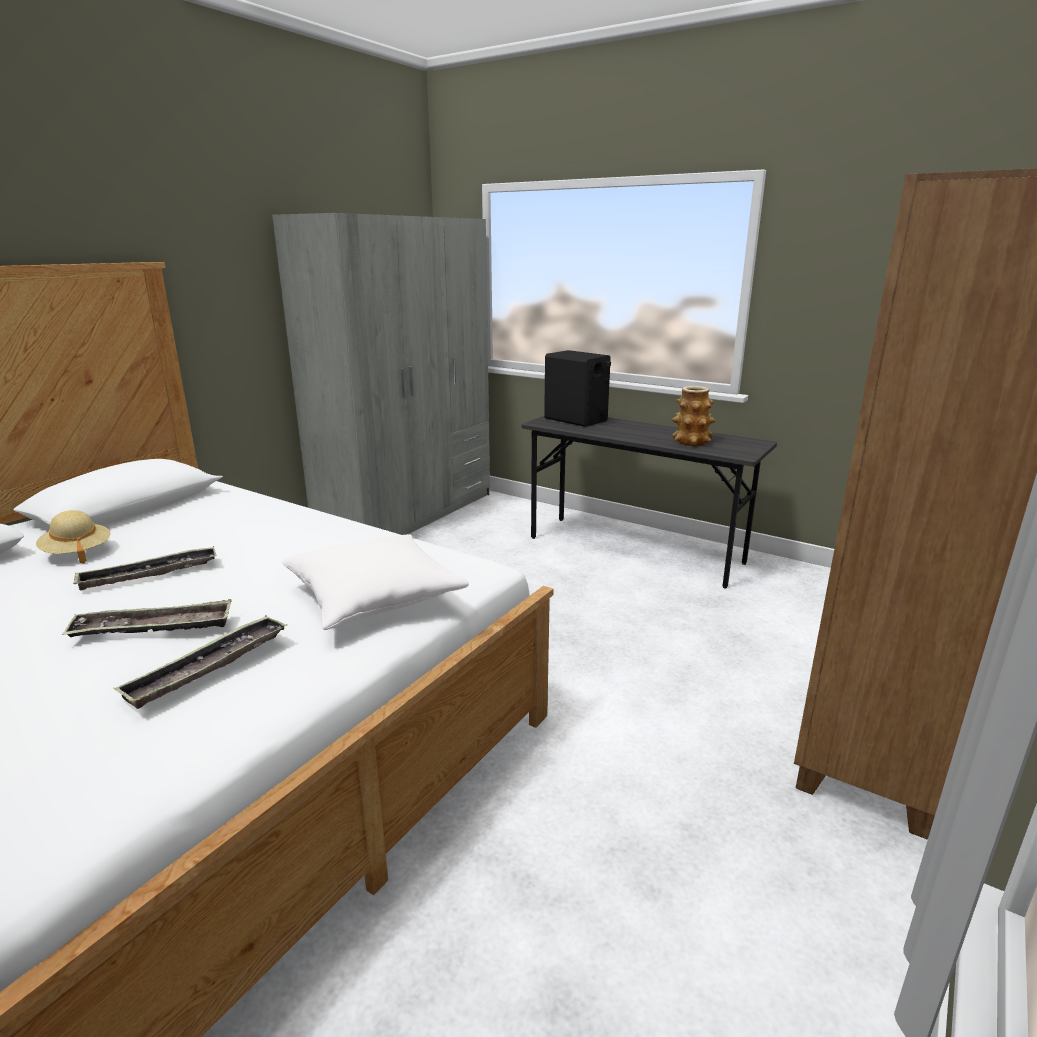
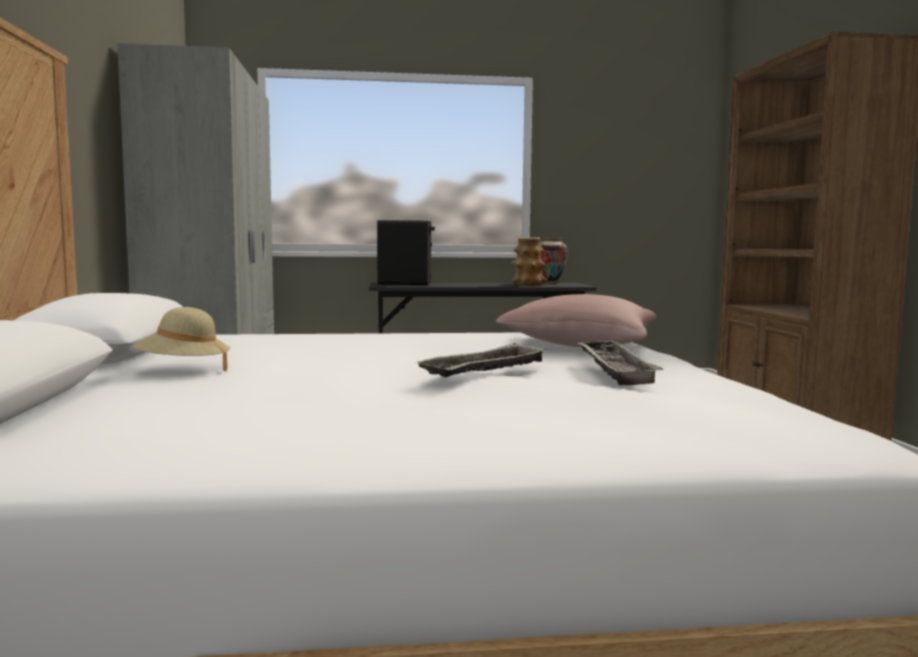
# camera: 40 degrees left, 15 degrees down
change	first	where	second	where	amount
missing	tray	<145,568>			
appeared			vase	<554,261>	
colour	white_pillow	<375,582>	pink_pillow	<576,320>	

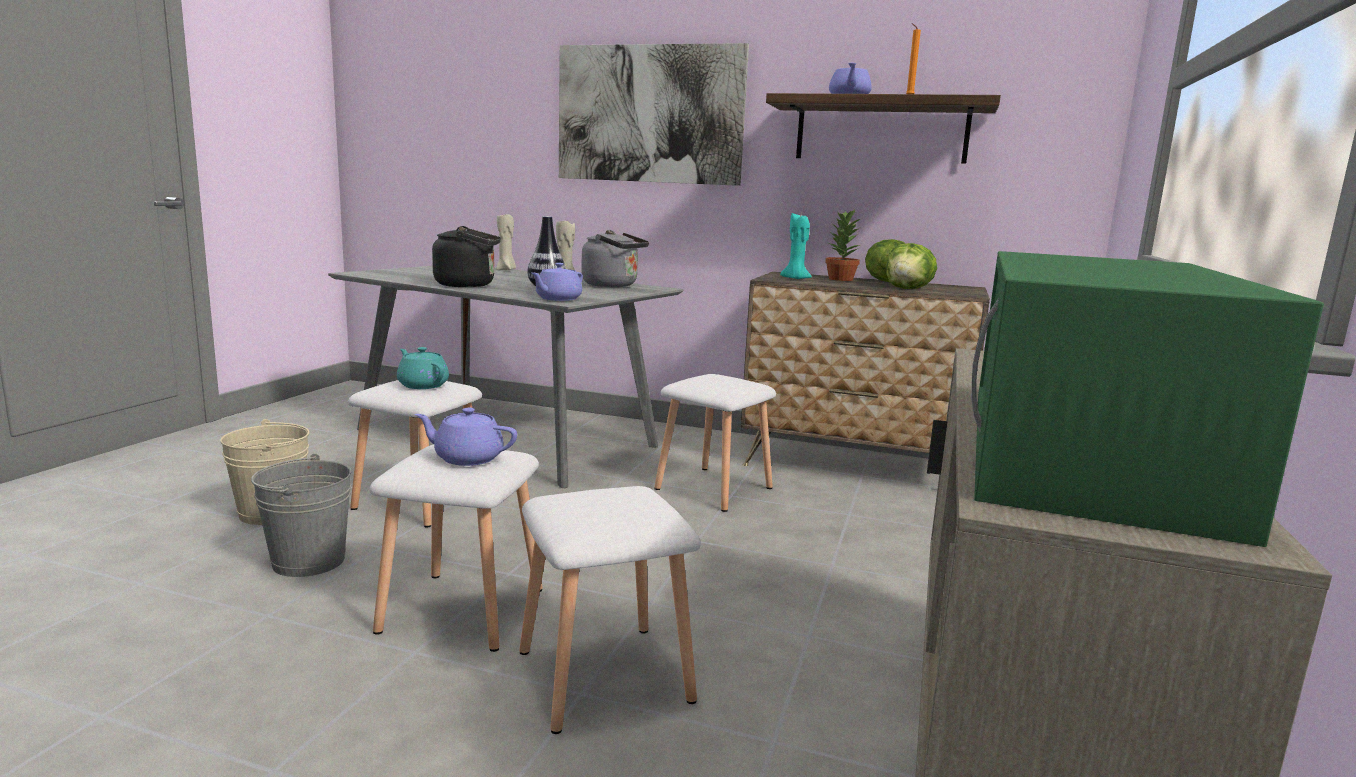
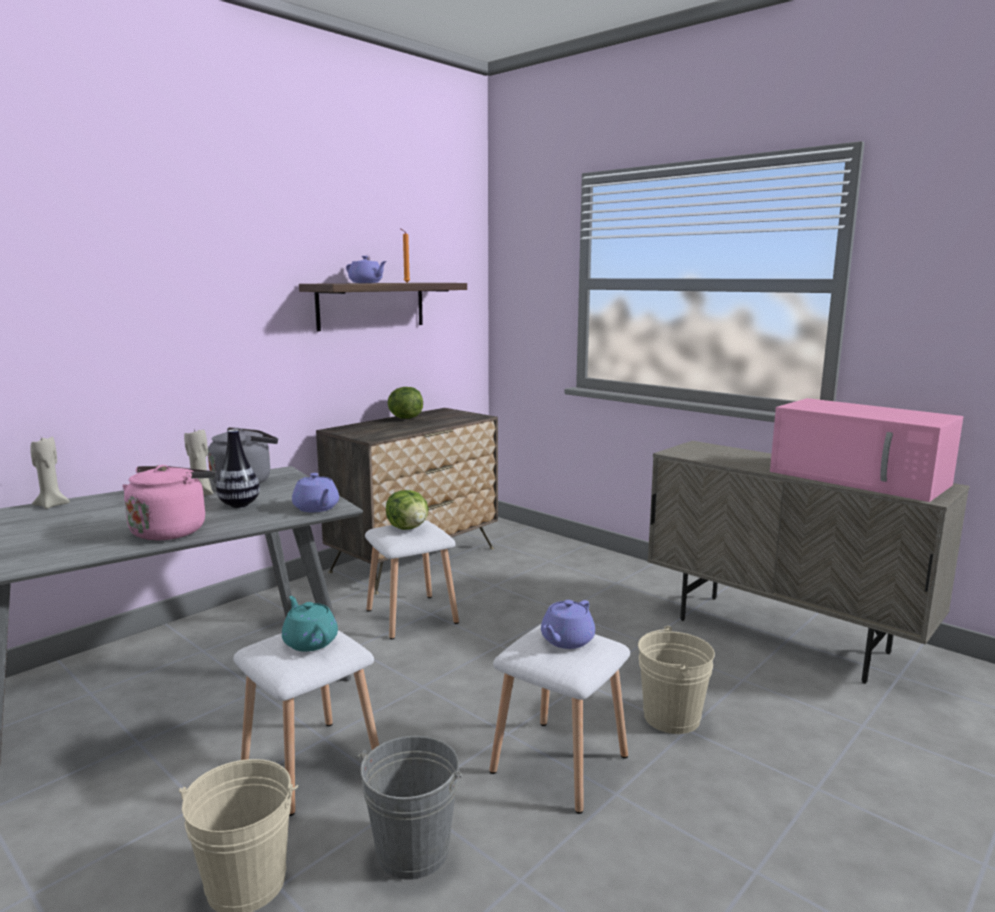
# camera: 65 degrees left, 0 degrees up
change	first	where	second	where	amount
missing	picture	<654,114>			
missing	turquoise_candle	<796,246>			
missing	potted_plant	<843,245>			
relocated	lettuce	<911,266>		<407,510>	
exchanged	white_stool	<610,610>	beige_bucket	<676,680>	
colour	black_kettle	<466,256>	pink_kettle	<169,503>	
colour	green_microwave	<1147,399>	pink_microwave	<866,450>	
spun	turquoise_teapot	<423,368>		<310,623>	75 degrees clockwise

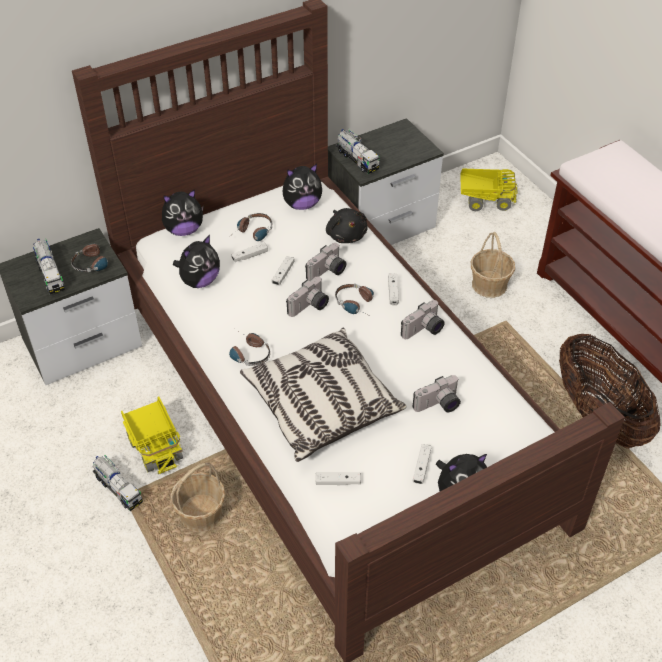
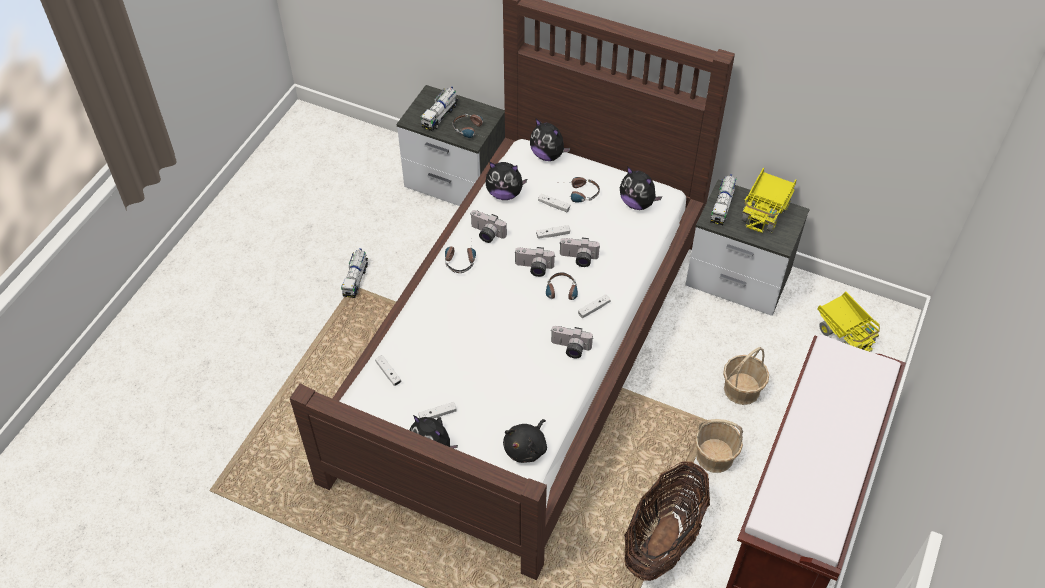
# camera: 55 degrees right, 5 degrees up
change	first	where	second	where	amount
missing	pillow	<323,395>			
relocated	toy_truck	<152,436>		<769,200>	
relocated	basket	<197,497>		<719,446>	
relocated	black_plush_toy	<346,225>		<525,441>	
relocated	photo_camera	<437,393>		<488,226>	

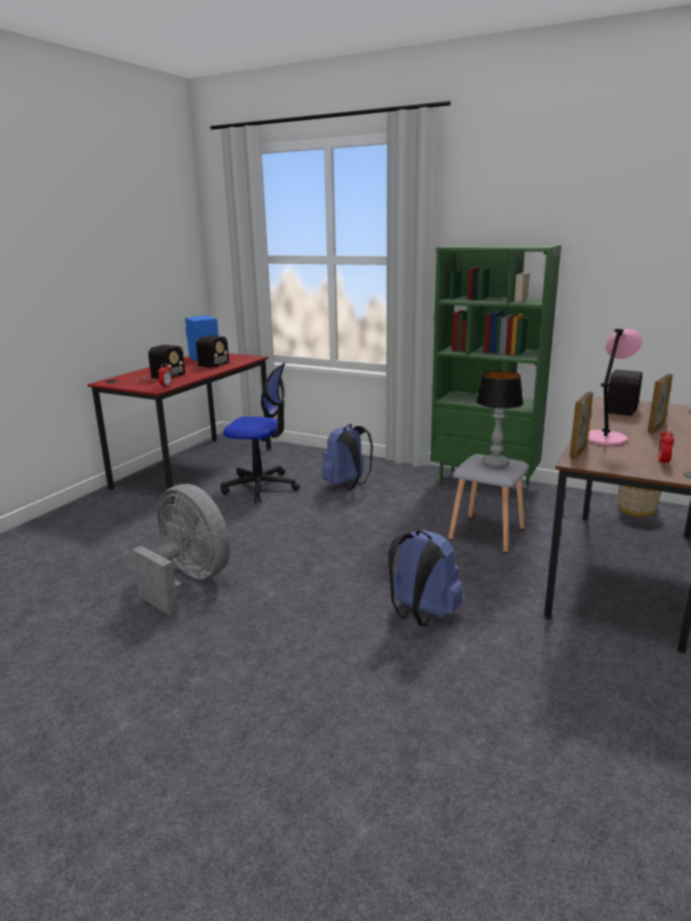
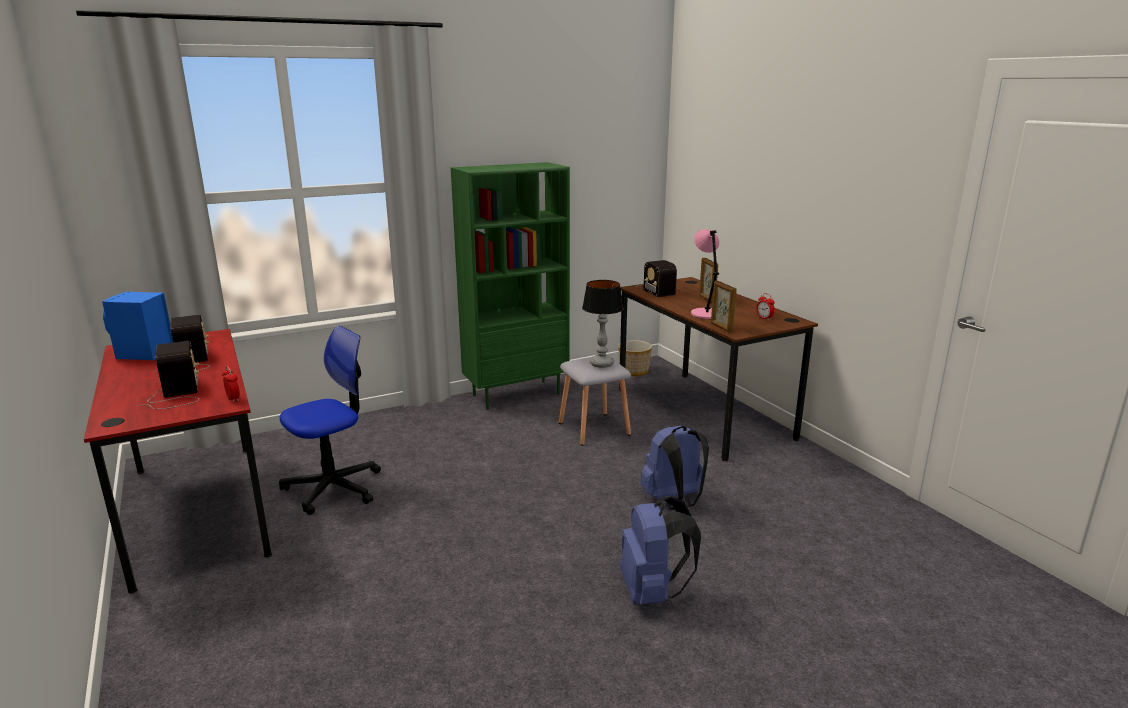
# camera: 55 degrees left, 0 degrees up
change	first	where	second	where	amount
missing	grey_fan	<181,550>			
relocated	blue_backpack	<347,457>		<660,550>	

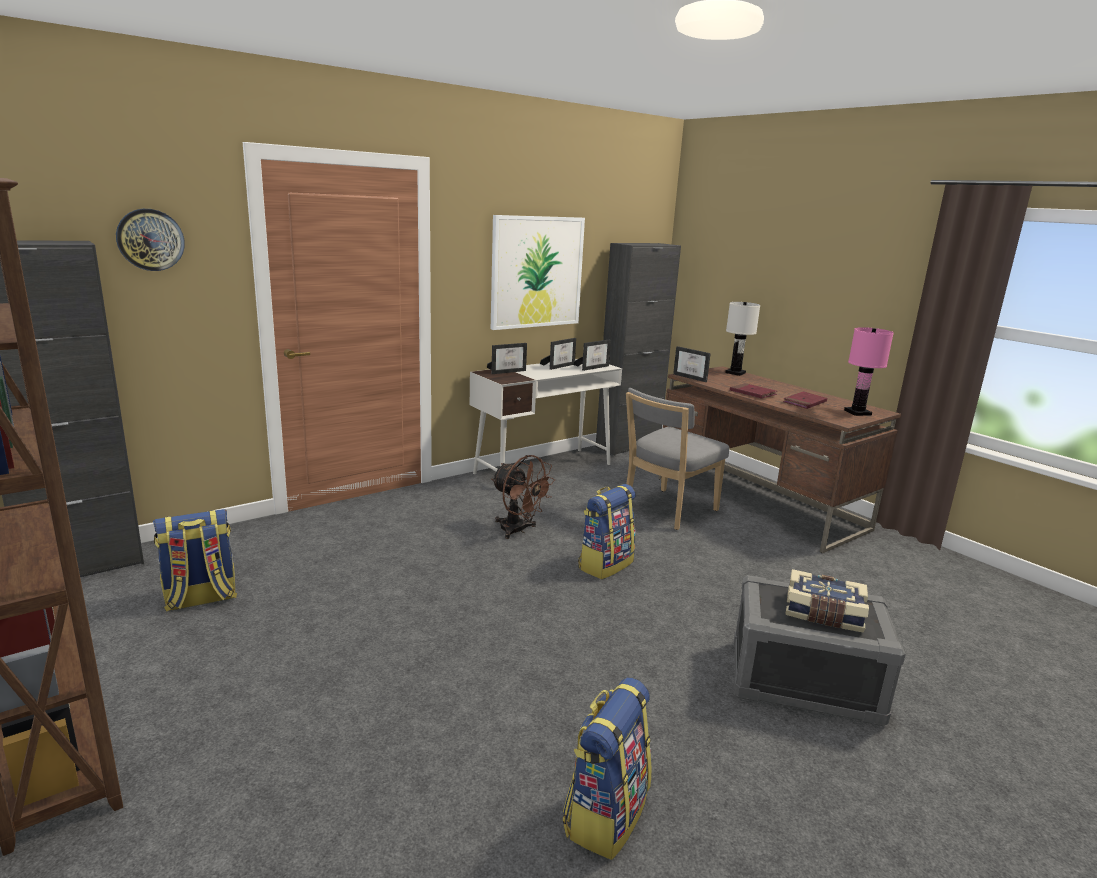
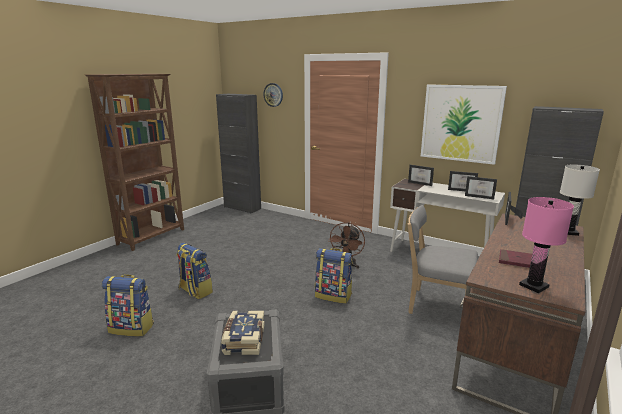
# camera: 70 degrees right, 0 degrees up
change	first	where	second	where	amount
missing	red_book	<753,390>			
relocated	backpack	<195,560>		<195,270>	

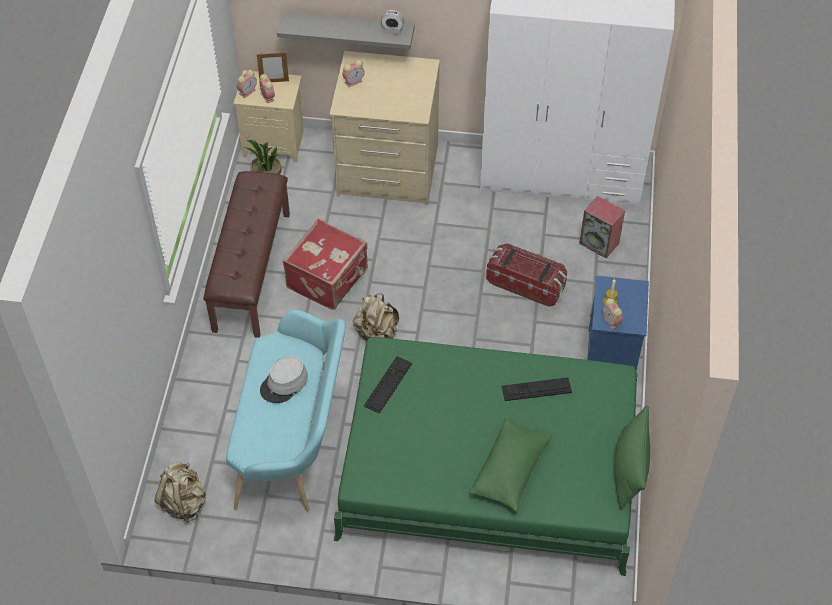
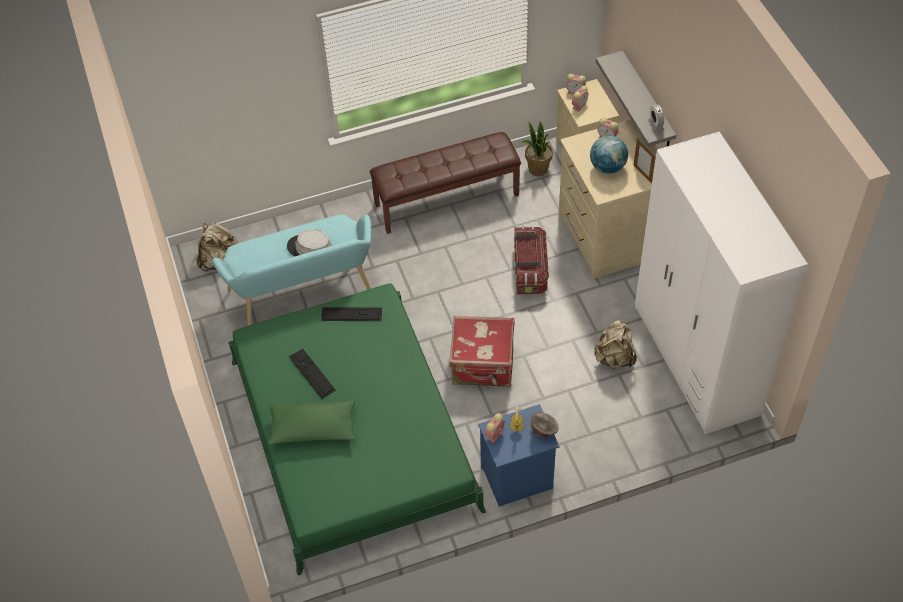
# camera: 65 degrees right, 0 degrees up
change	first	where	second	where	amount
missing	speaker	<602,227>			
missing	green_pillow	<632,457>			
appeared			grey_bowl	<545,425>	
appeared			globe	<609,155>	
relocated	picture_frame	<273,67>		<645,161>	
relocated	red_suitcase	<325,264>		<481,351>	
relocated	beige_backpack	<376,317>		<615,344>	
relocated	storage_box	<526,275>		<531,260>	
relocated	keyboard	<537,389>		<312,373>	

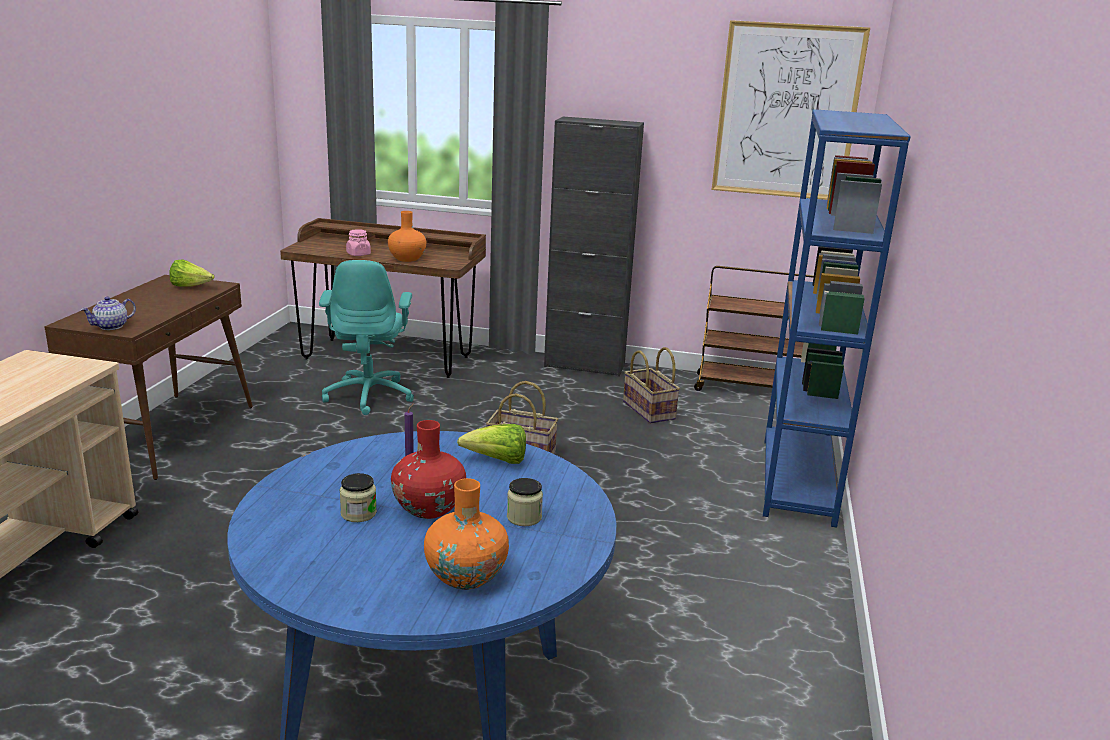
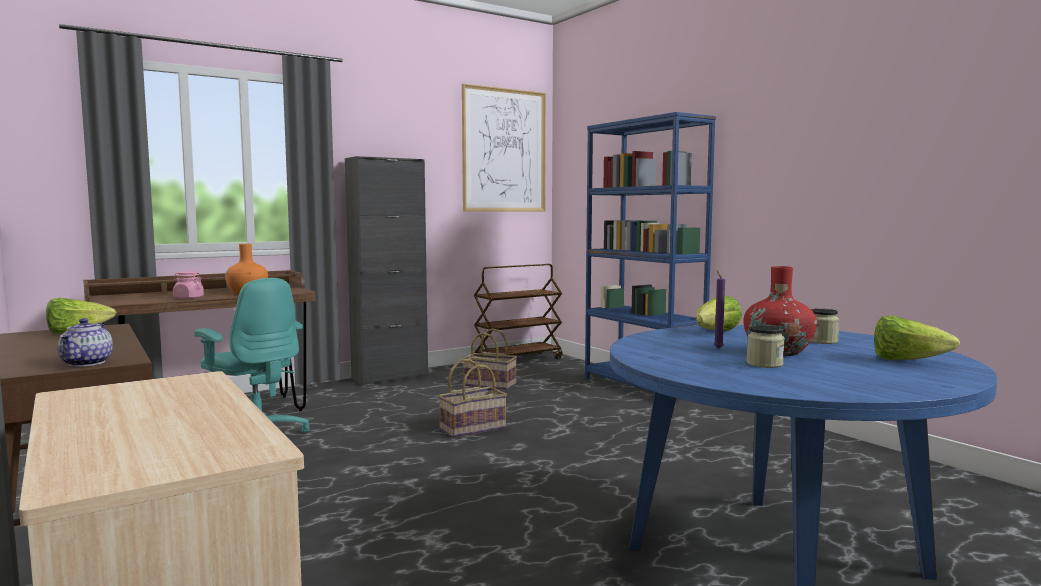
# camera: 45 degrees left, 15 degrees down
change	first	where	second	where	amount
exchanged	orange_vase	<466,534>	lettuce	<917,338>	

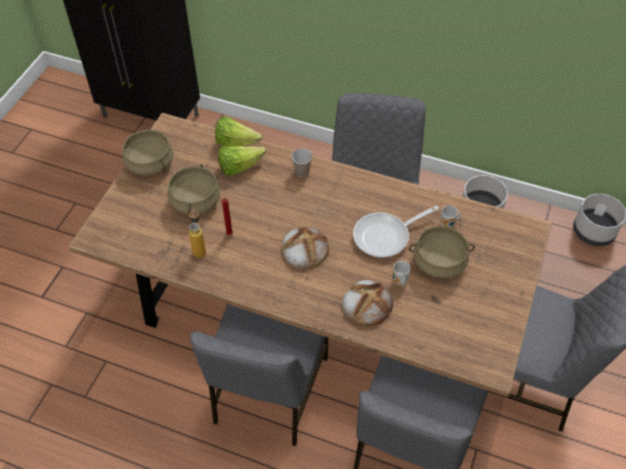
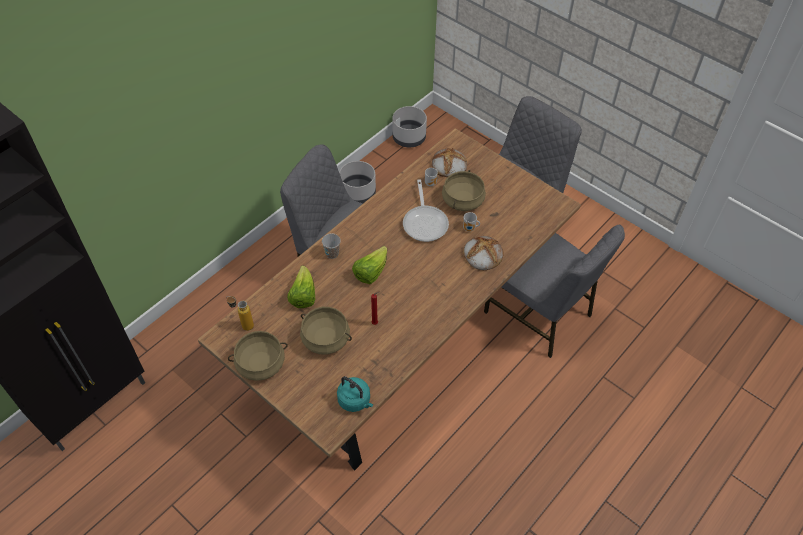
# camera: 70 degrees left, 0 degrees up
change	first	where	second	where	amount
missing	grey_chair	<259,375>			
appeared			turquoise_kettle	<355,394>	
relocated	bottle	<197,233>		<240,313>	
relocated	lettuce	<239,132>		<369,265>	
relocated	bread	<305,247>		<449,162>	

